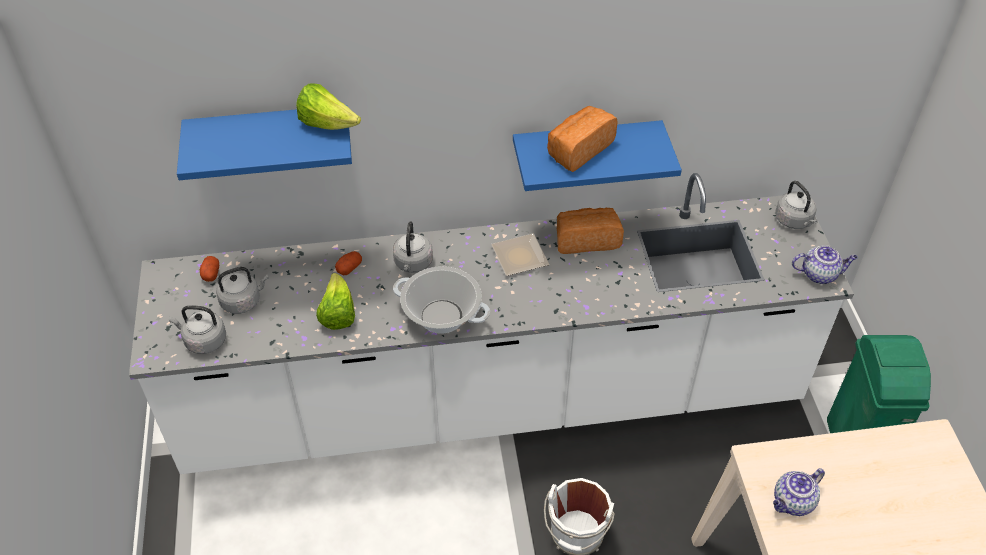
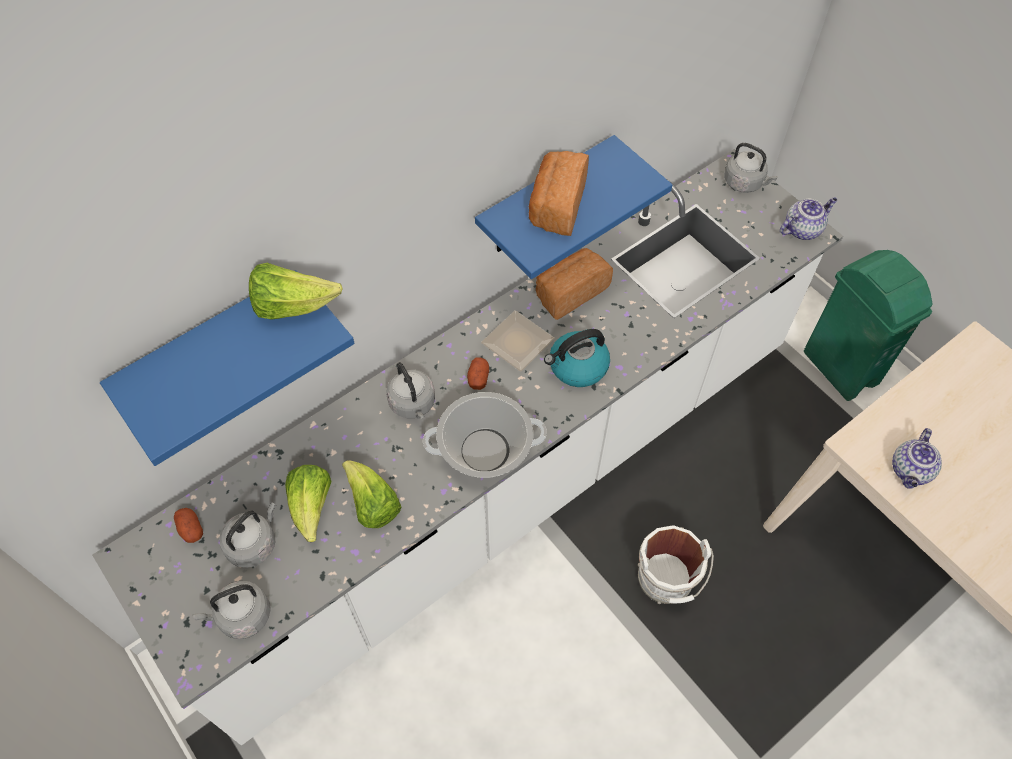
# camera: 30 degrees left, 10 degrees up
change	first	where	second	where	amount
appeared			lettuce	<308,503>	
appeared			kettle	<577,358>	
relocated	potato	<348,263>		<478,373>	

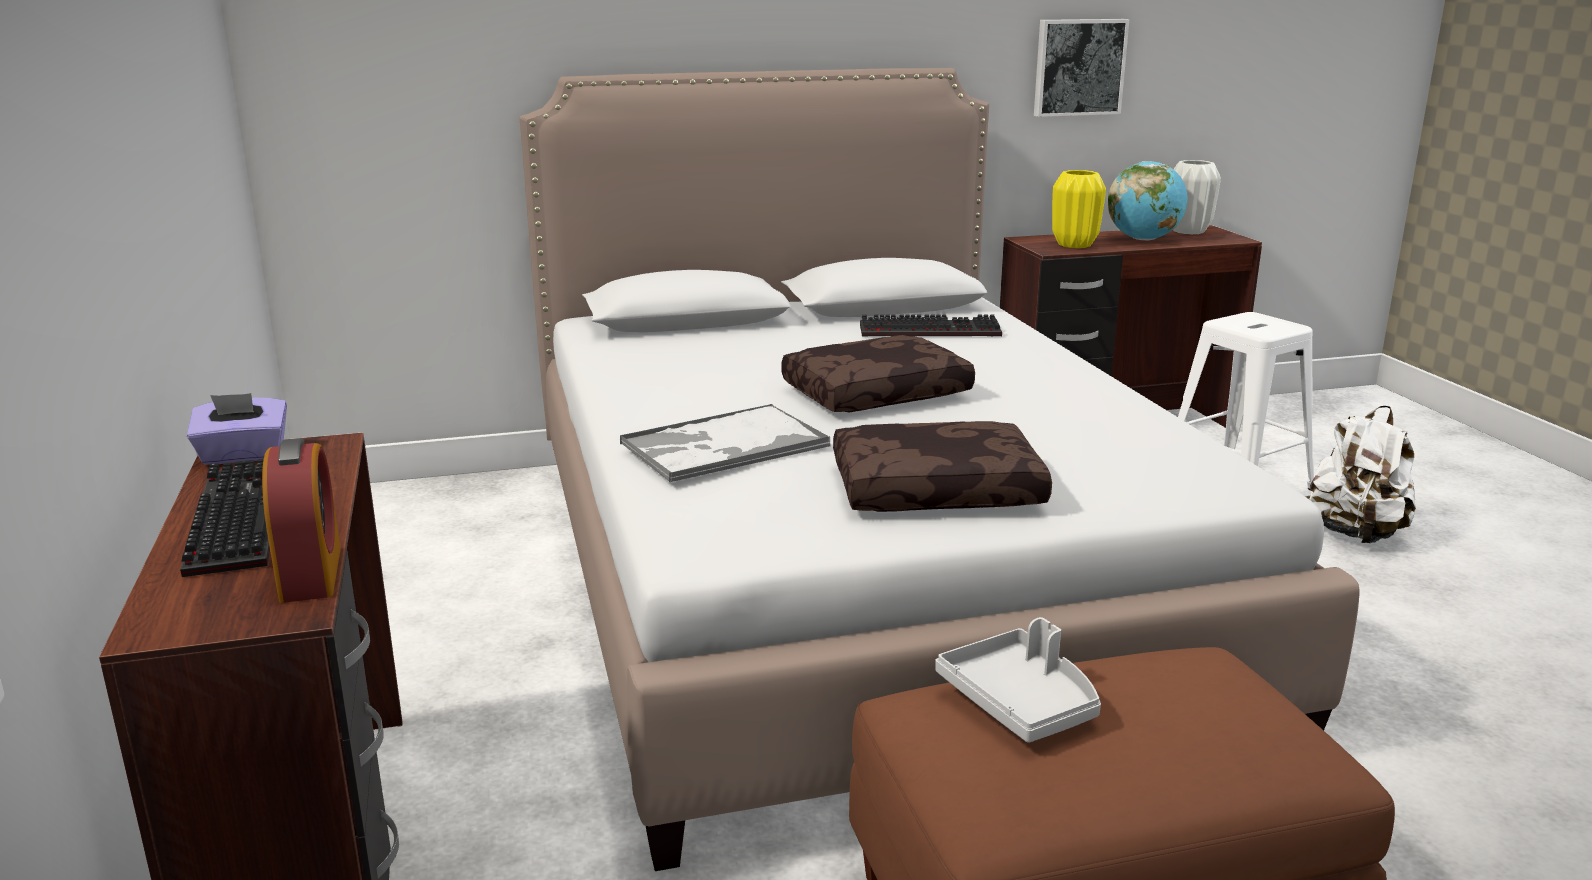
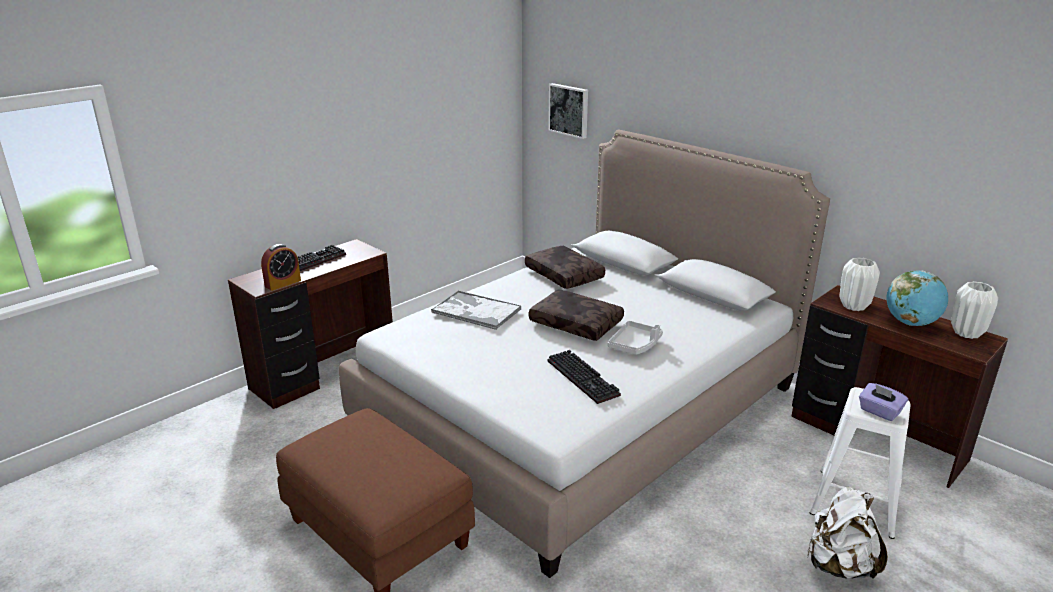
# camera: 60 degrees right, 5 degrees up
change	first	where	second	where	amount
relocated	purple_tissue_box	<237,429>		<883,402>	
relocated	brown_pillow	<942,466>		<565,267>	
relocated	keyboard	<931,325>		<584,377>	
relocated	grey_tray	<1018,680>		<635,338>	
relocated	picture	<1081,68>		<568,111>	
colour	yellow_vase	<1079,209>	white_vase	<859,284>	

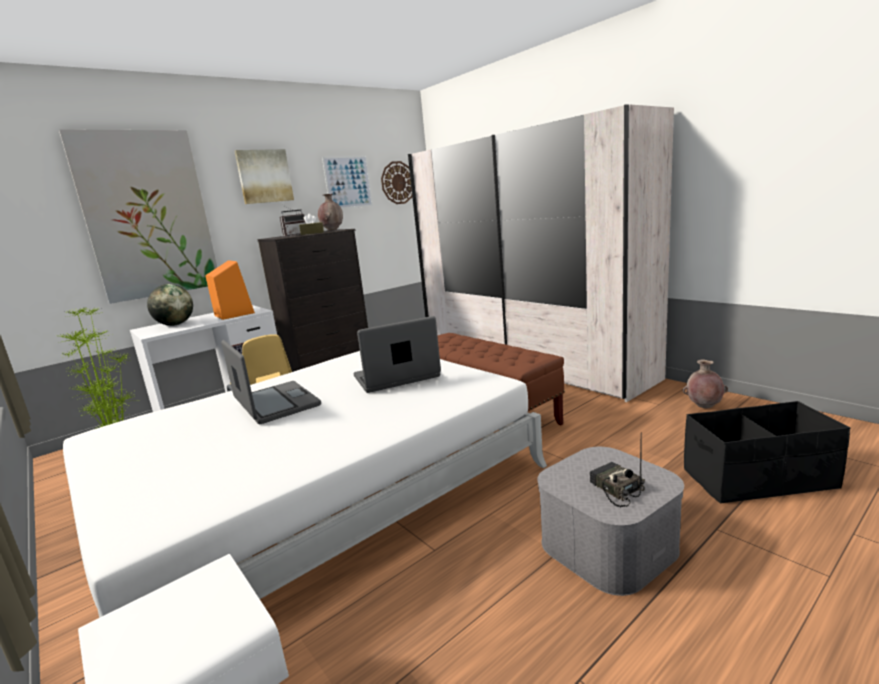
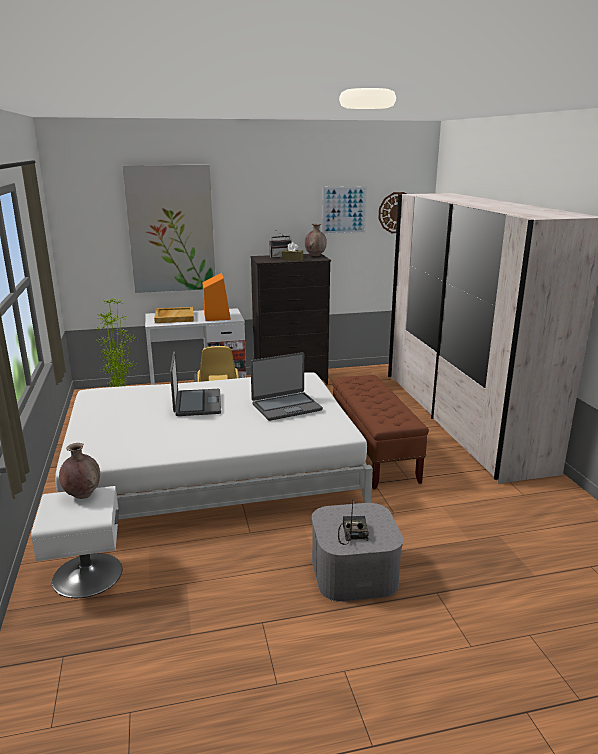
# camera: 25 degrees right, 5 degrees up
change	first	where	second	where	amount
missing	picture	<264,176>			
missing	black_storage_box	<767,452>			
relocated	brown_vase	<705,383>		<79,471>	
exchanged	globe	<170,305>	beige_tray	<174,315>	
spun	laptop	<397,354>		<286,386>	150 degrees clockwise

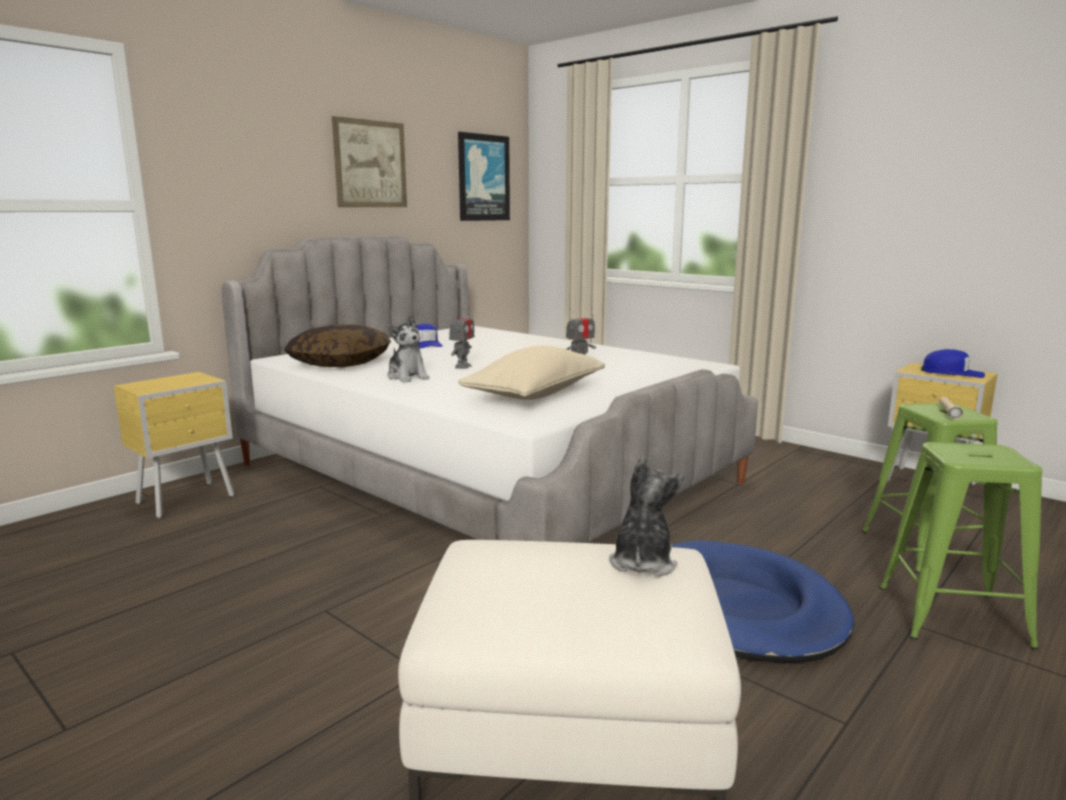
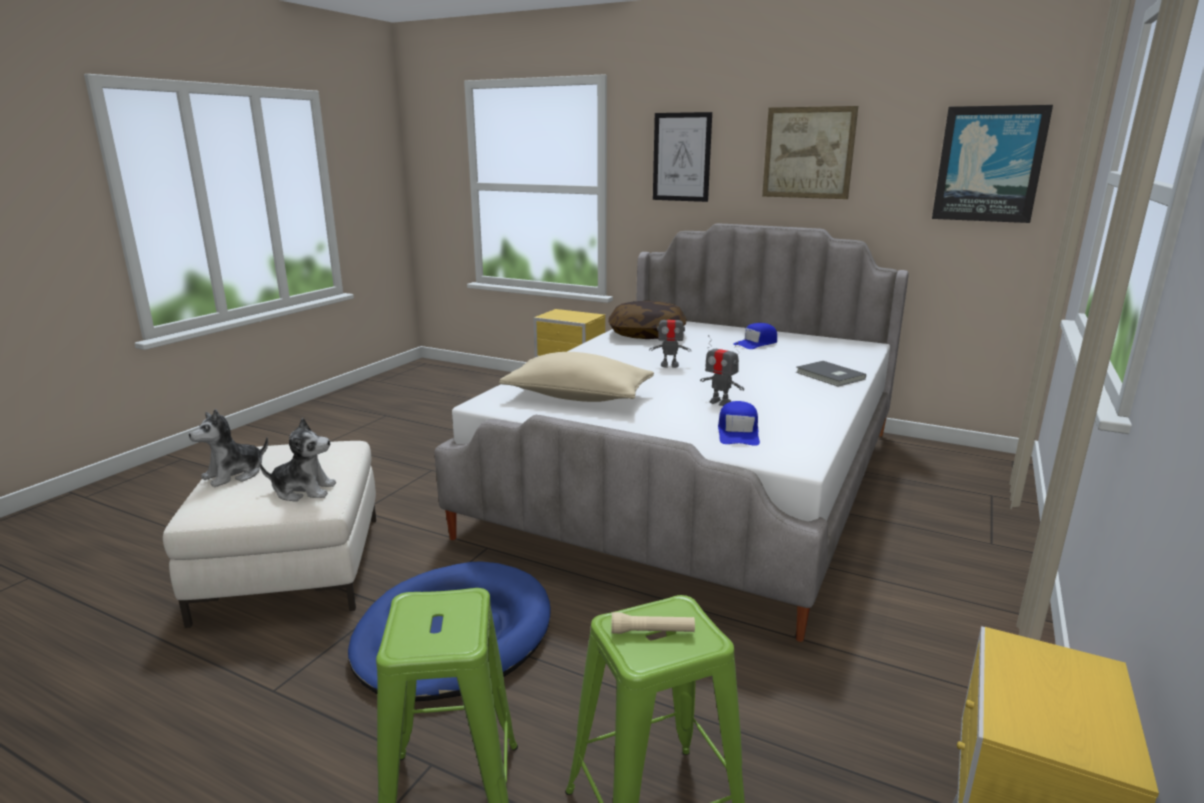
# camera: 75 degrees right, 5 degrees up
change	first	where	second	where	amount
appeared			picture	<682,157>	
appeared			grey_book	<831,374>	
relocated	plush_toy	<408,349>		<228,448>	
relocated	blue_cap	<953,363>		<739,423>	

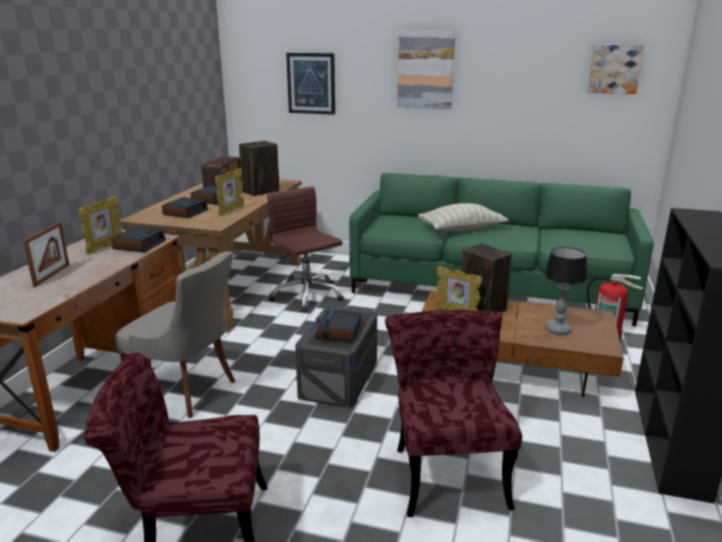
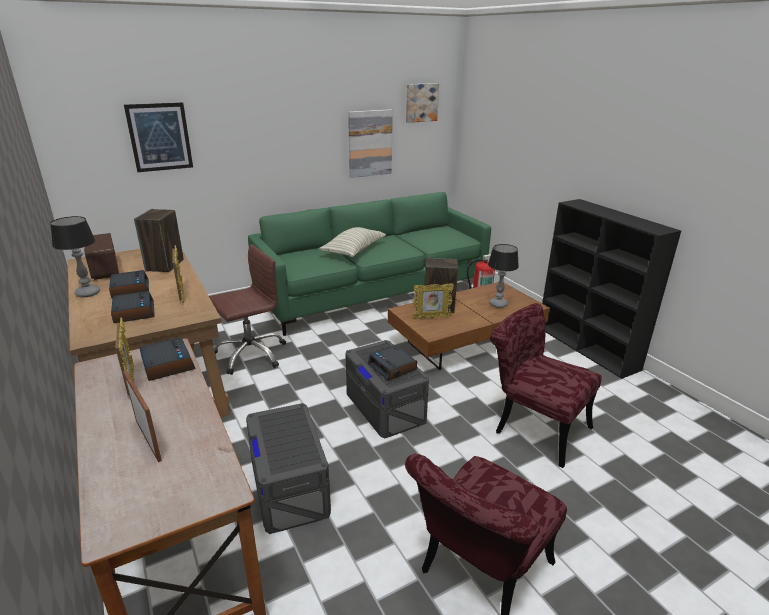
# camera: 45 degrees left, 5 degrees up
change	first	where	second	where	amount
appeared			table_lamp	<75,256>	
relocated	picture	<426,69>		<370,143>	
exchanged	grey_chair	<175,334>	grey_storage_box	<288,468>	
spun	brown_office_chair	<305,249>		<247,309>	135 degrees clockwise

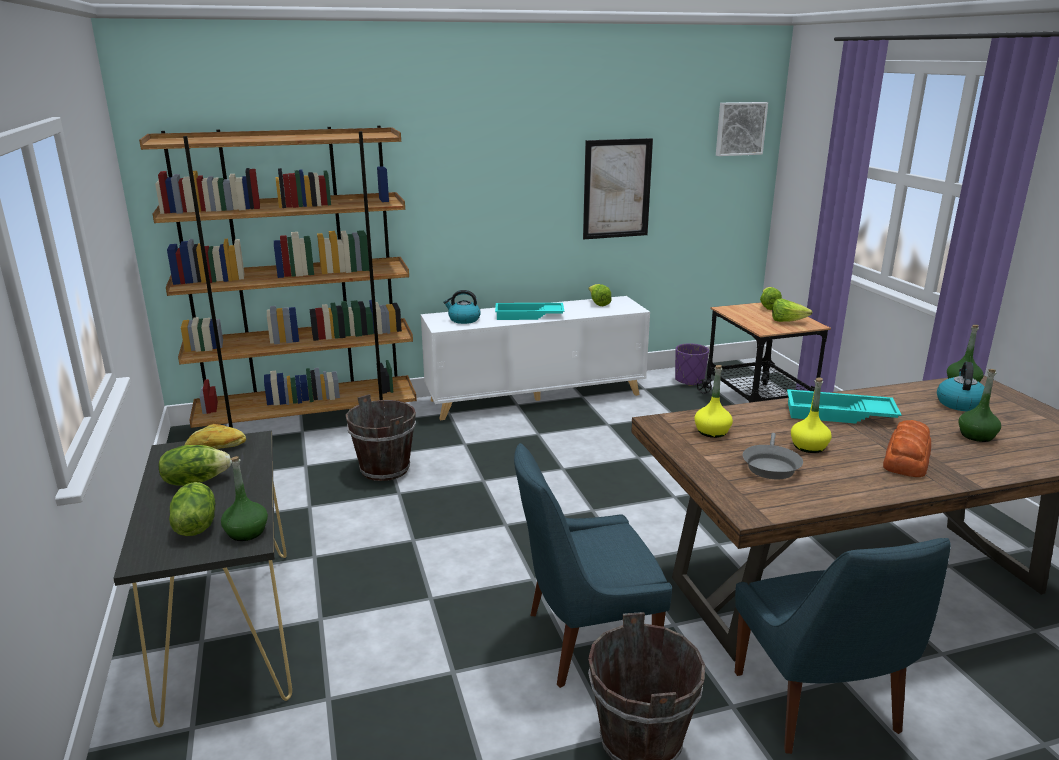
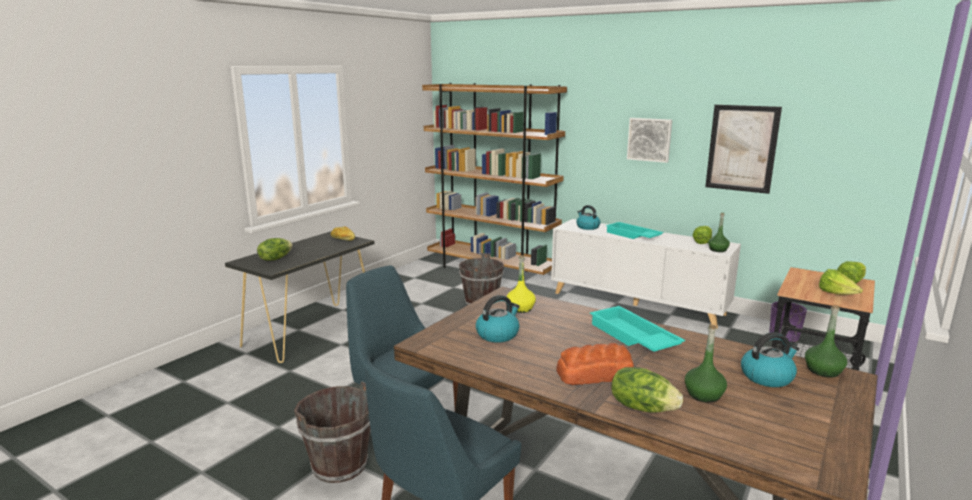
# camera: 50 degrees right, 5 degrees down
change	first	where	second	where	amount
missing	yellow_bottle	<811,415>			
relocated	lettuce	<195,465>		<647,390>	
relocated	green_bottle	<244,498>		<719,232>	
relocated	picture	<742,129>		<649,140>	
exchanged	grey_frying_pan	<773,456>	kettle	<498,319>	

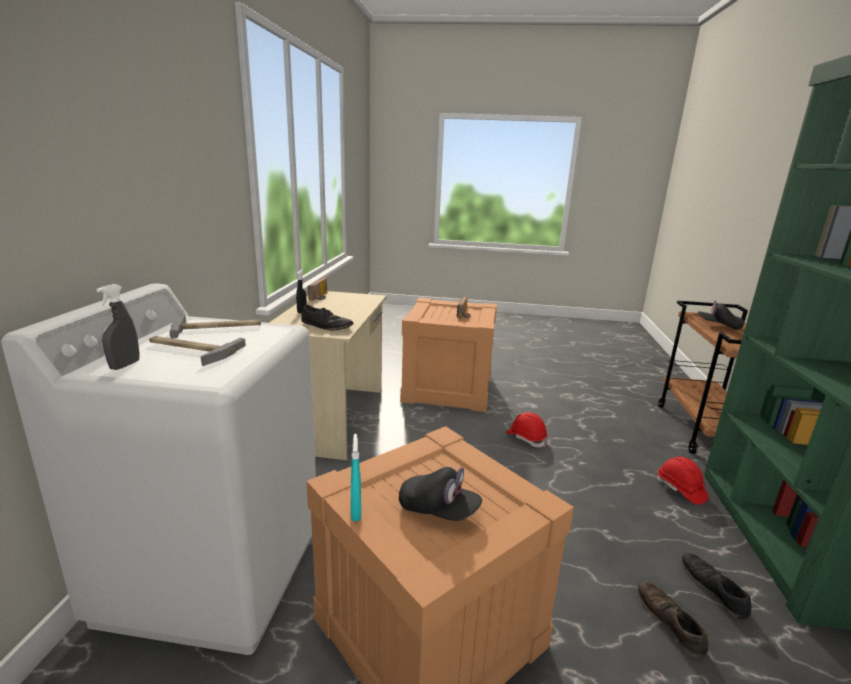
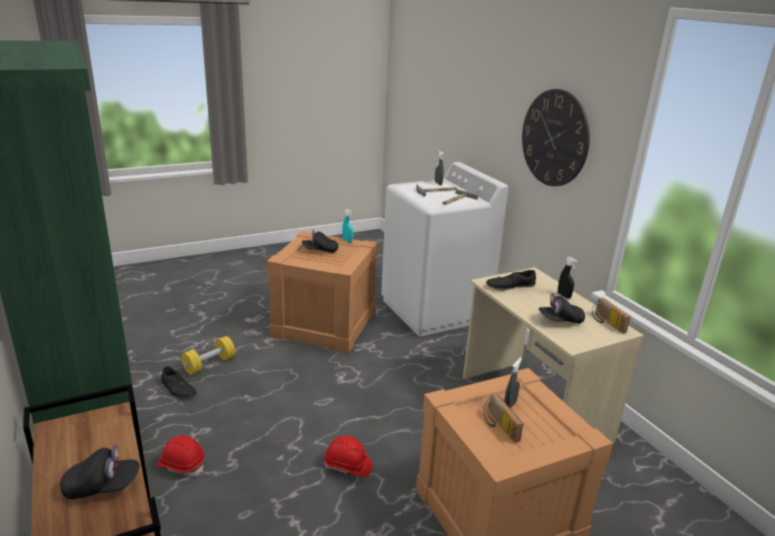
# camera: 145 degrees right, 5 degrees up
change	first	where	second	where	amount
appeared			grey_spray_bottle	<513,383>	
appeared			wall_clock	<556,137>	
appeared			black_cap	<561,308>	
exchanged	brown_shoe	<673,620>	yellow_dumbbell	<208,355>	

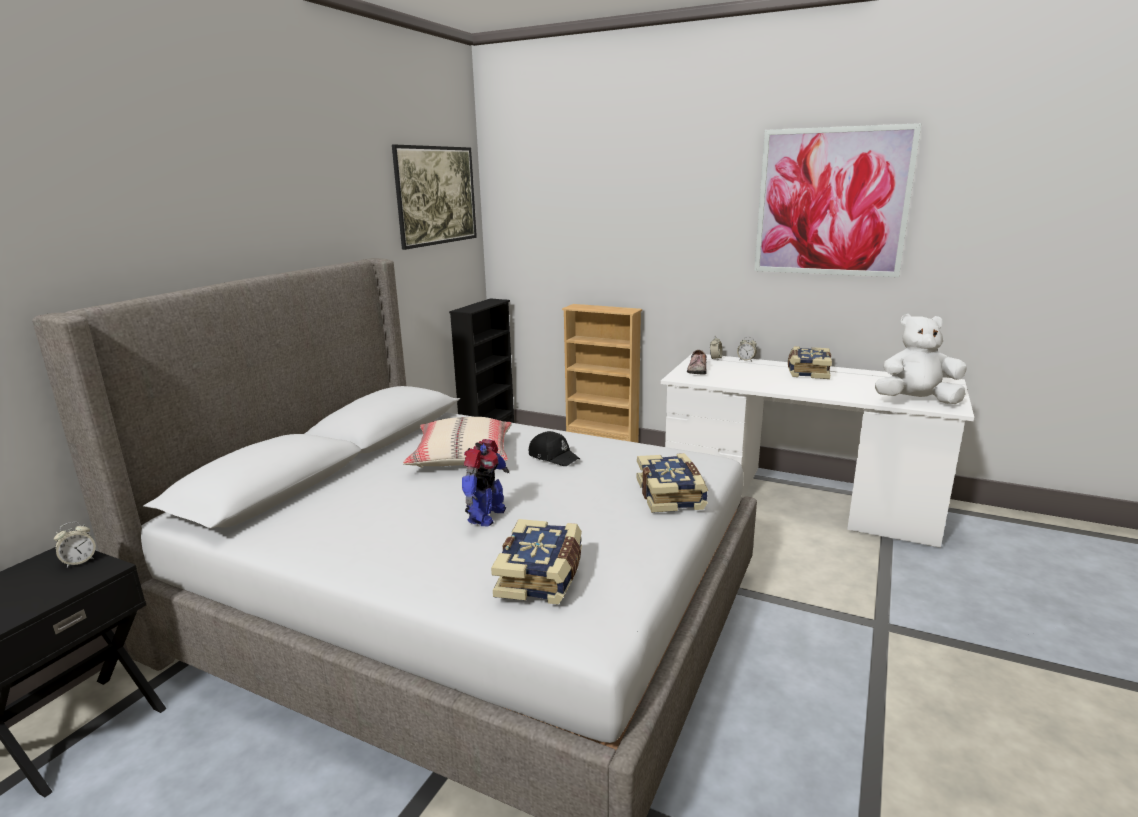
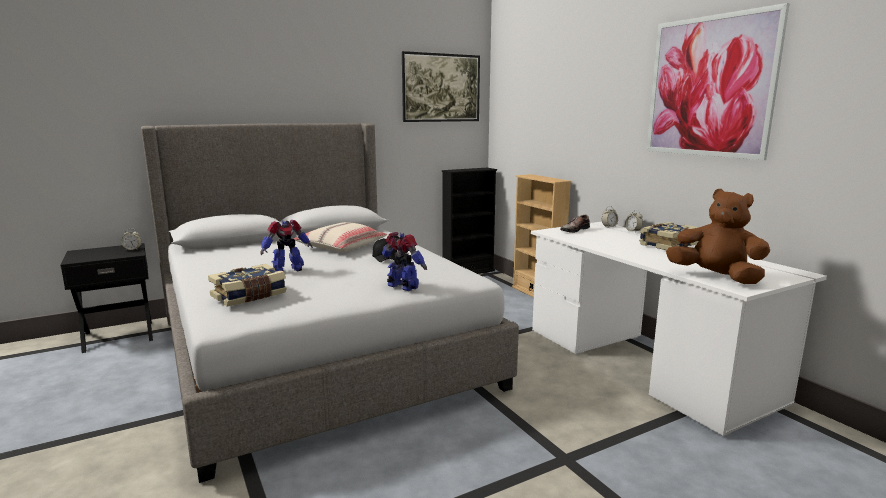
# camera: 35 degrees right, 5 degrees down
change	first	where	second	where	amount
exchanged	book	<672,483>	toy_robot	<404,261>	
colour	white_plush_toy	<921,359>	brown_plush_toy	<718,236>	

